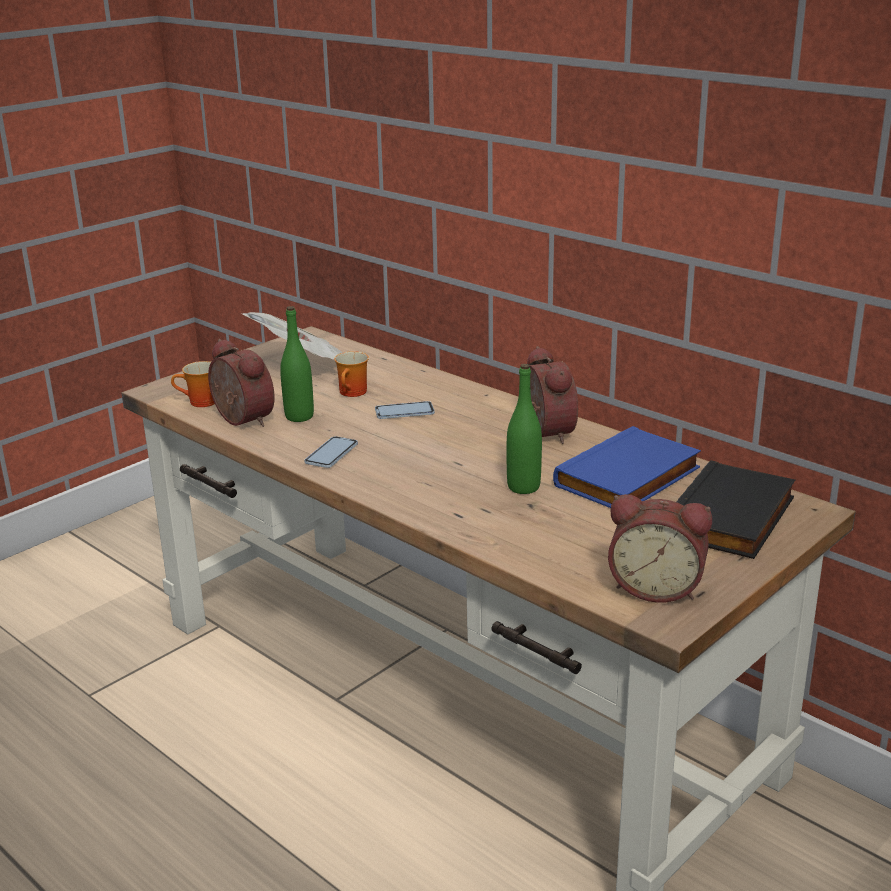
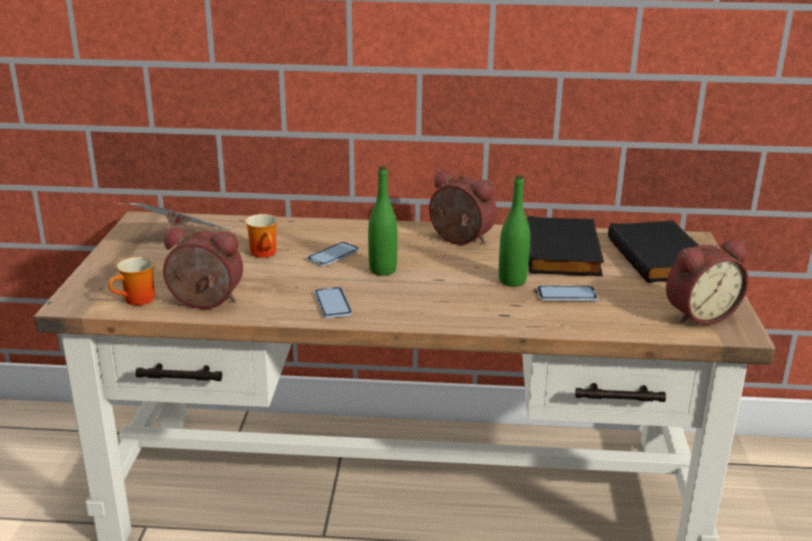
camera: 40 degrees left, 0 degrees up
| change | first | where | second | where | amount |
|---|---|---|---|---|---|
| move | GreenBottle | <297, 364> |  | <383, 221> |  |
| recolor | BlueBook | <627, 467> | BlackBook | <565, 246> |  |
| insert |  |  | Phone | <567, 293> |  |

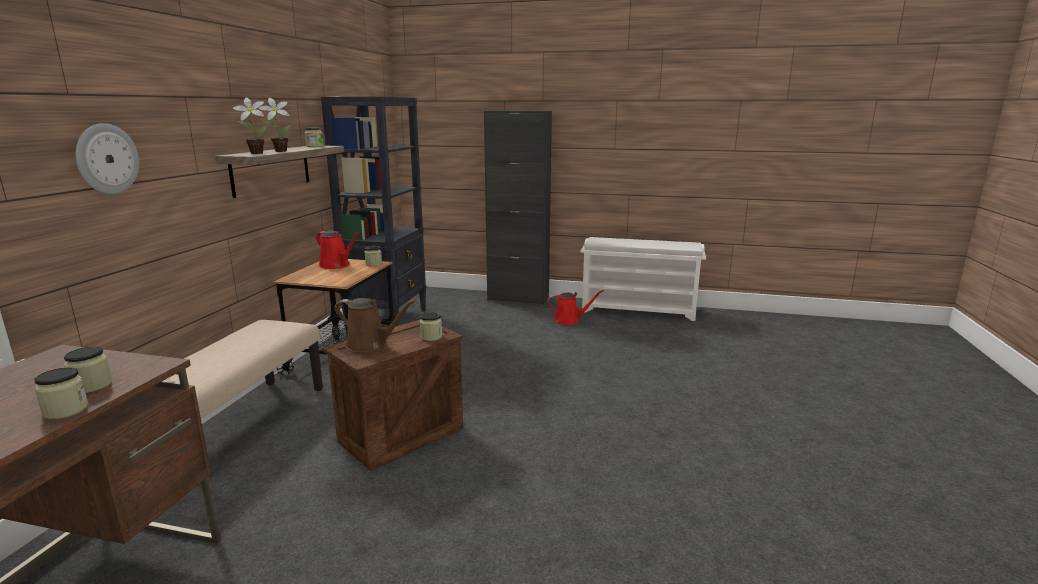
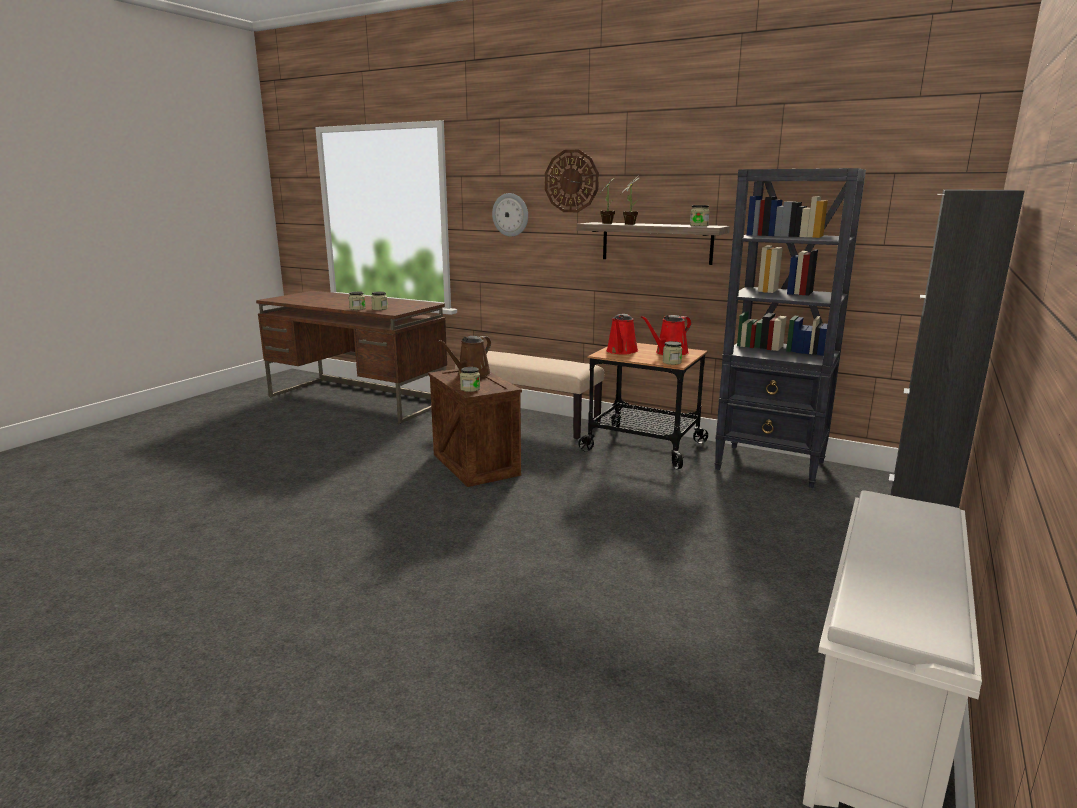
camera: 105 degrees right, 0 degrees up
| change | first | where | second | where | amount |
|---|---|---|---|---|---|
| insert |  |  | WallClock | <572, 181> |  |
| move | RedWateringCan | <576, 307> |  | <622, 334> |  |

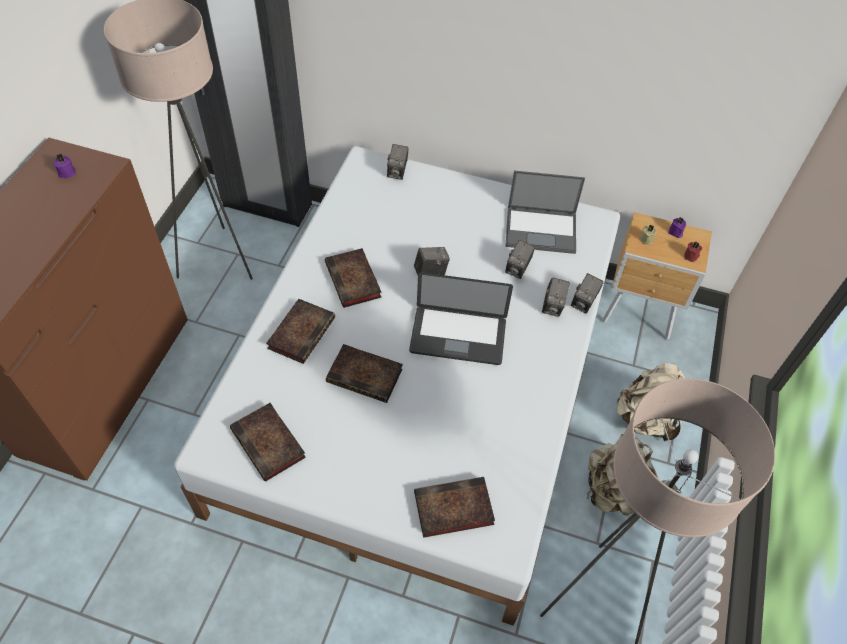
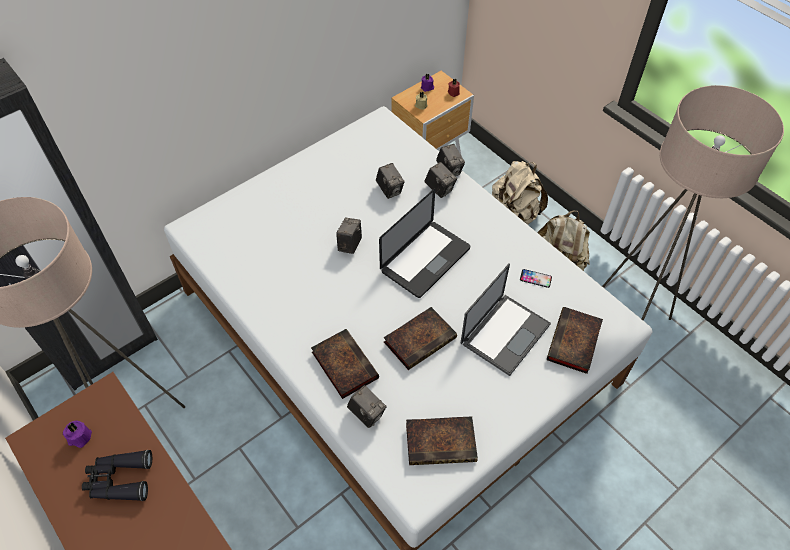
camera: 55 degrees left, 0 degrees up
| change | first | where | second | where | amount |
|---|---|---|---|---|---|
| insert |  |  | BlackBinoculars | <117, 475> |  |
| move | PhotoCamera | <398, 162> |  | <367, 406> |  |
| move | Laptop | <545, 212> |  | <505, 319> |  |
| insert |  |  | Phone | <536, 278> |  |
| delete | Book | <353, 278> |  |  |  |

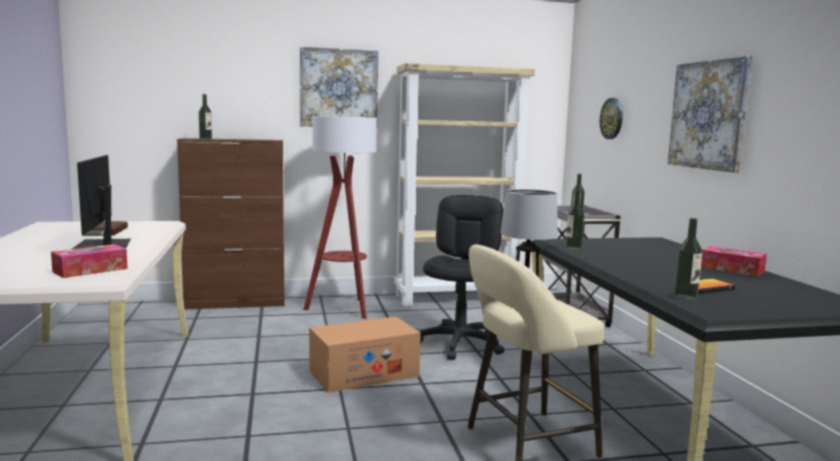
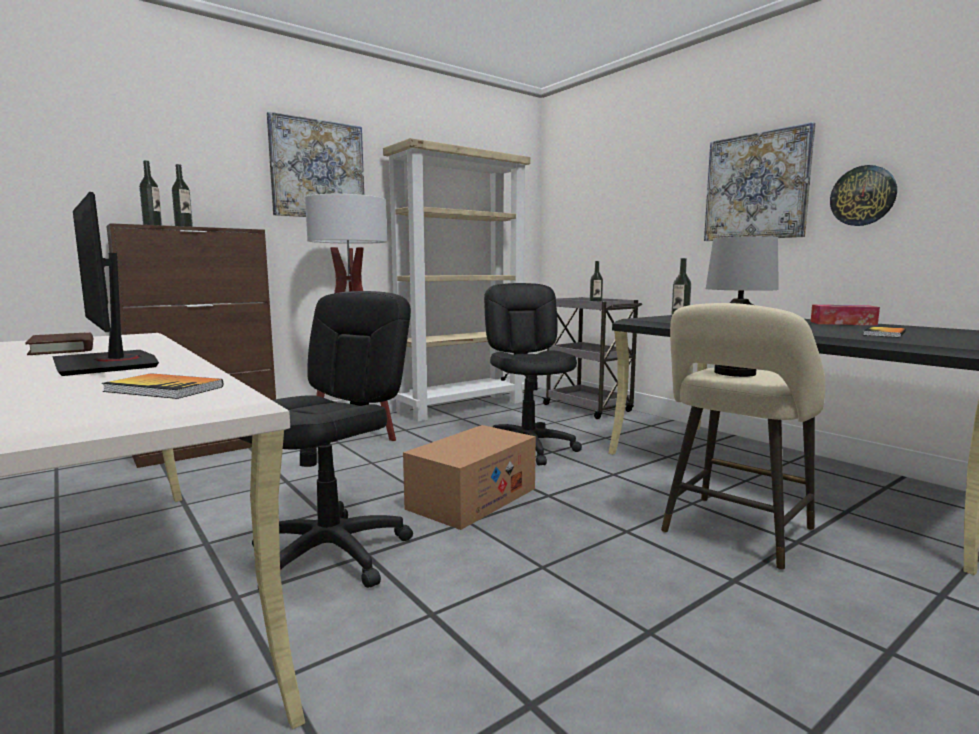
camera: 25 degrees left, 0 degrees up
| change | first | where | second | where | amount |
|---|---|---|---|---|---|
| replace | TissueBox | <89, 261> | Book | <162, 386> |  |
| move | Bottle | <688, 259> |  | <182, 195> |  |
| insert |  |  | BlackOfficeChair | <325, 440> |  |
| move | WallClock | <611, 118> |  | <863, 195> |  |

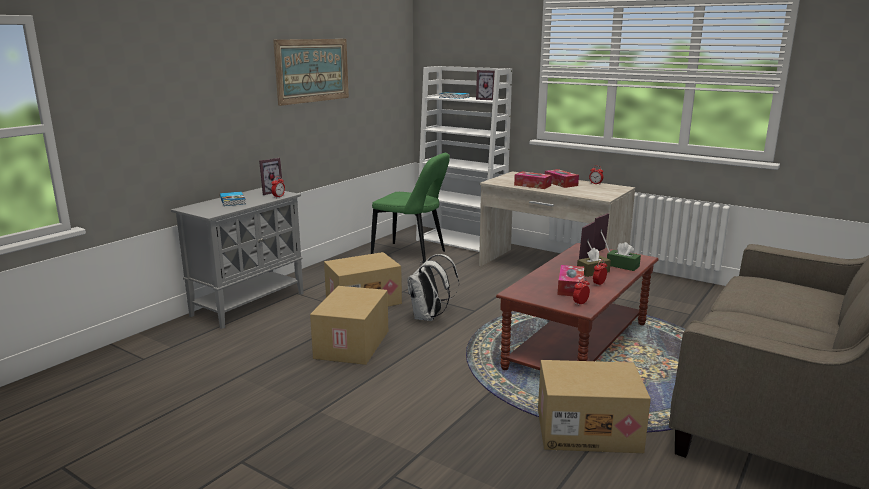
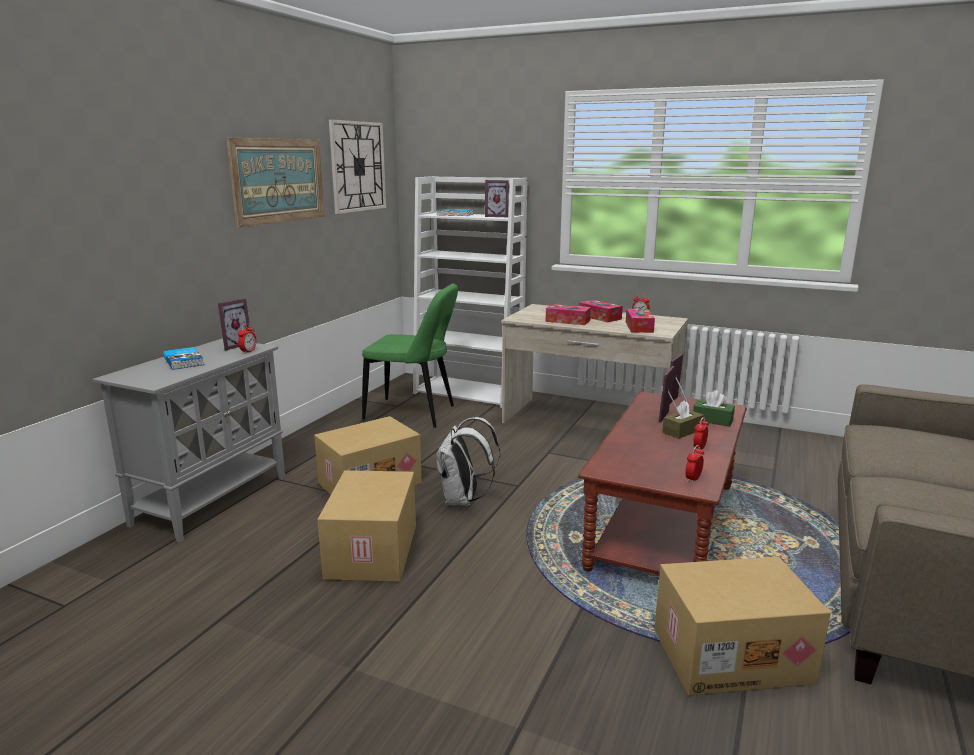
camera: 10 degrees left, 0 degrees up
| change | first | where | second | where | amount |
|---|---|---|---|---|---|
| insert |  |  | WallClock | <357, 166> |  |
| move | TissueBox | <571, 280> |  | <640, 321> |  |

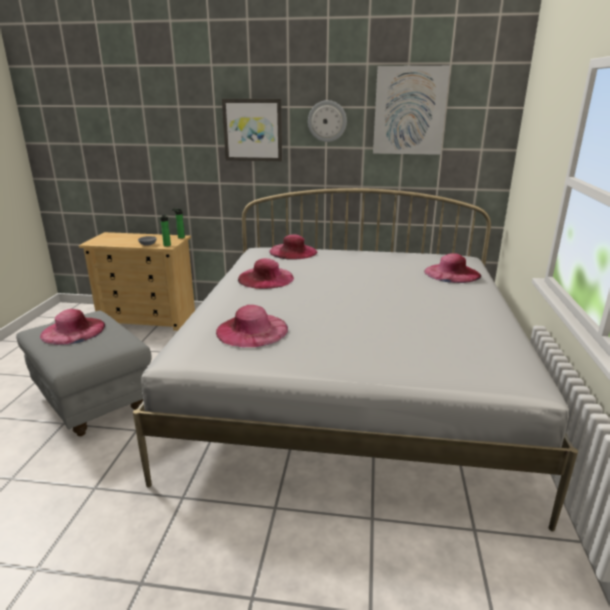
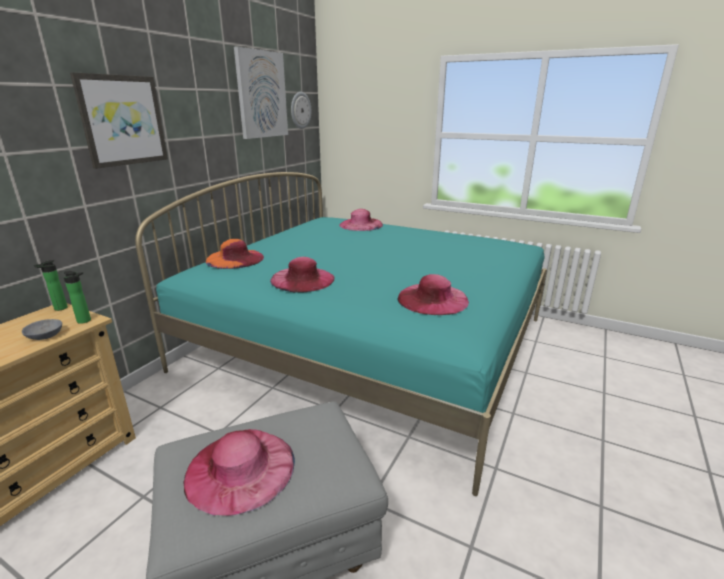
camera: 70 degrees left, 0 degrees up
| change | first | where | second | where | amount |
|---|---|---|---|---|---|
| recolor | WhiteBed | <355, 359> | TurquoiseBed | <341, 334> |  |
| recolor | PinkHat | <293, 247> | OrangeHat | <235, 254> |  |
| move | WallClock | <327, 121> |  | <301, 110> |  |

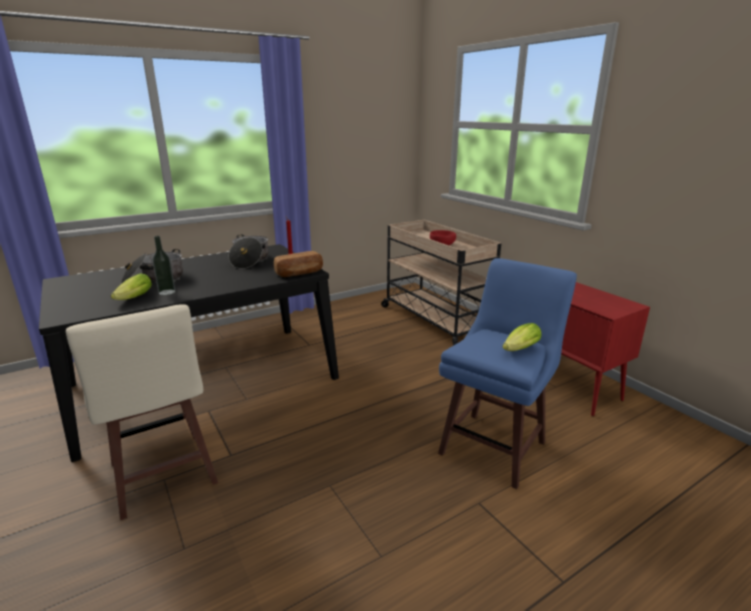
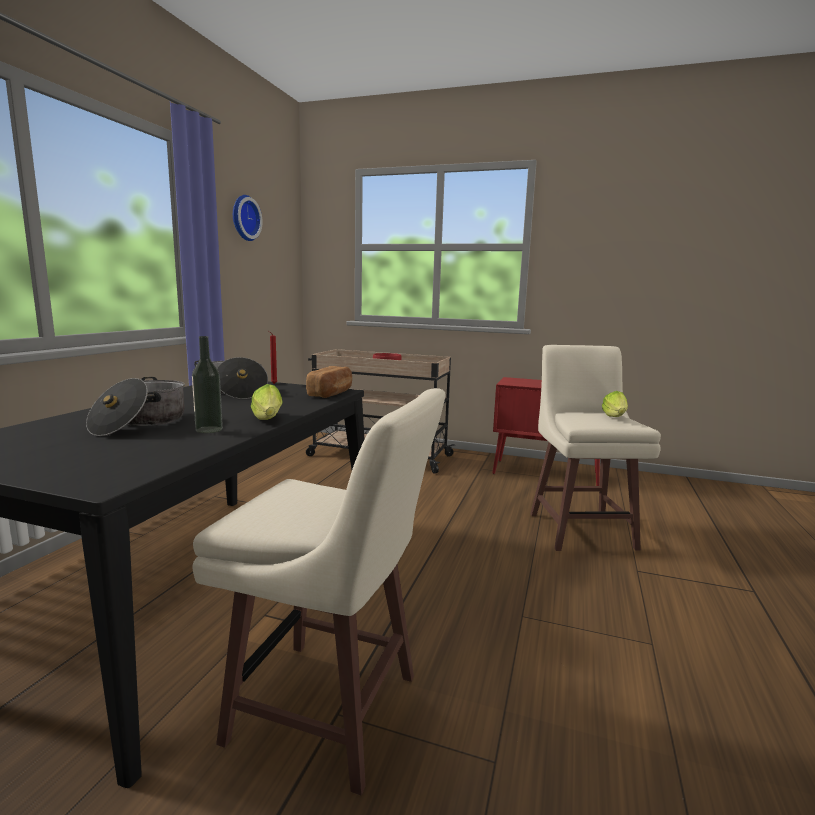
camera: 40 degrees left, 10 degrees down
| change | first | where | second | where | amount |
|---|---|---|---|---|---|
| insert |  |  | WallClock | <248, 218> |  |
| move | Lettuce | <131, 286> |  | <266, 402> |  |
| recolor | BlueStool | <507, 373> | BeigeStool | <595, 448> |  |

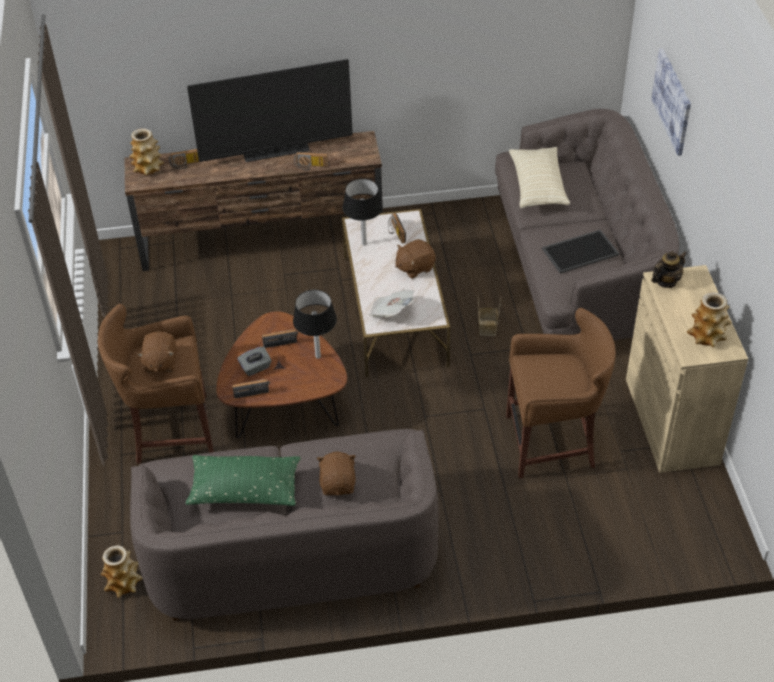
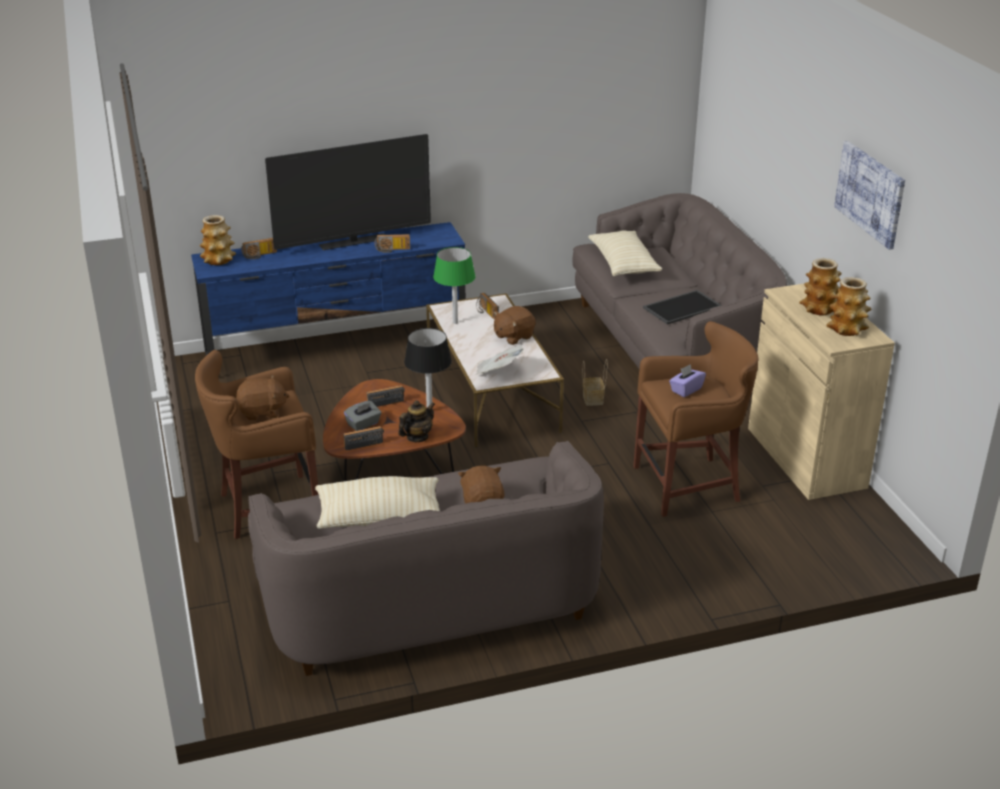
camera: 10 degrees left, 15 degrees down
| change | first | where | second | where | amount |
|---|---|---|---|---|---|
| recolor | BrownTvStand | <254, 201> | BlueTvStand | <328, 289> |  |
| rotate | BrownPlushToy | <156, 352> |  | <263, 398> | 90 degrees counterclockwise |
| recolor | GreenPillow | <243, 480> | BeigePillow | <377, 502> |  |
| move | Teapot | <669, 269> |  | <416, 421> |  |
| recolor | BlackTableLamp | <363, 212> | GreenTableLamp | <454, 285> |  |
| insert |  |  | PurpleTissueBox | <687, 380> |  |
| move | Vase | <122, 571> |  | <820, 287> |  |
| move | Picture | <671, 102> |  | <869, 195> |  |

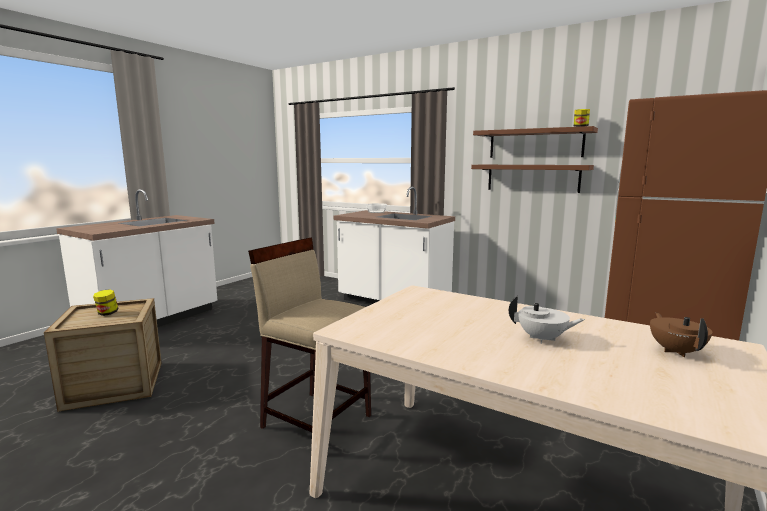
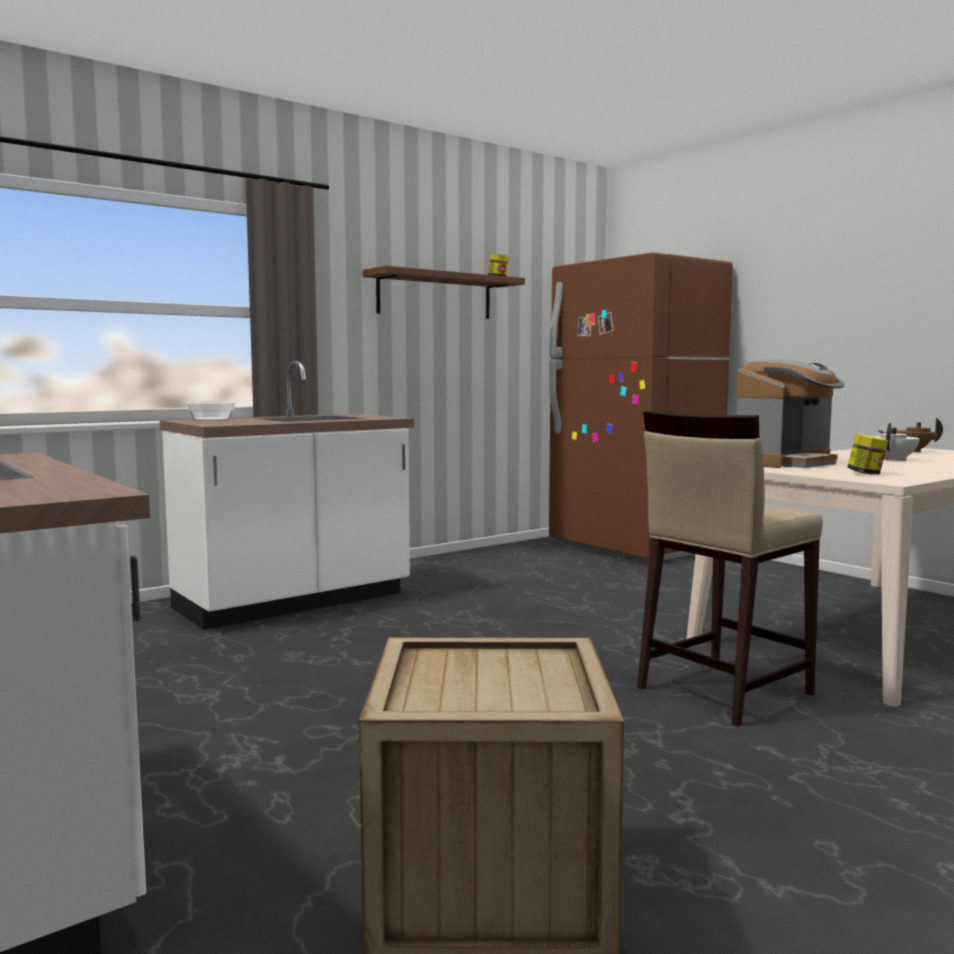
camera: 70 degrees left, 5 degrees down
| change | first | where | second | where | amount |
|---|---|---|---|---|---|
| insert |  |  | CoffeeMachine | <790, 413> |  |
| move | Jar | <105, 302> |  | <867, 454> |  |
| delete | BrownShelf | <532, 179> |  |  |  |

